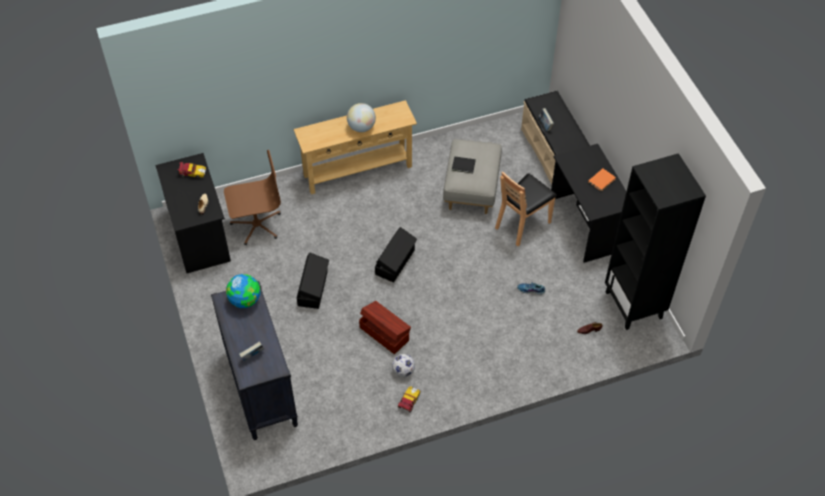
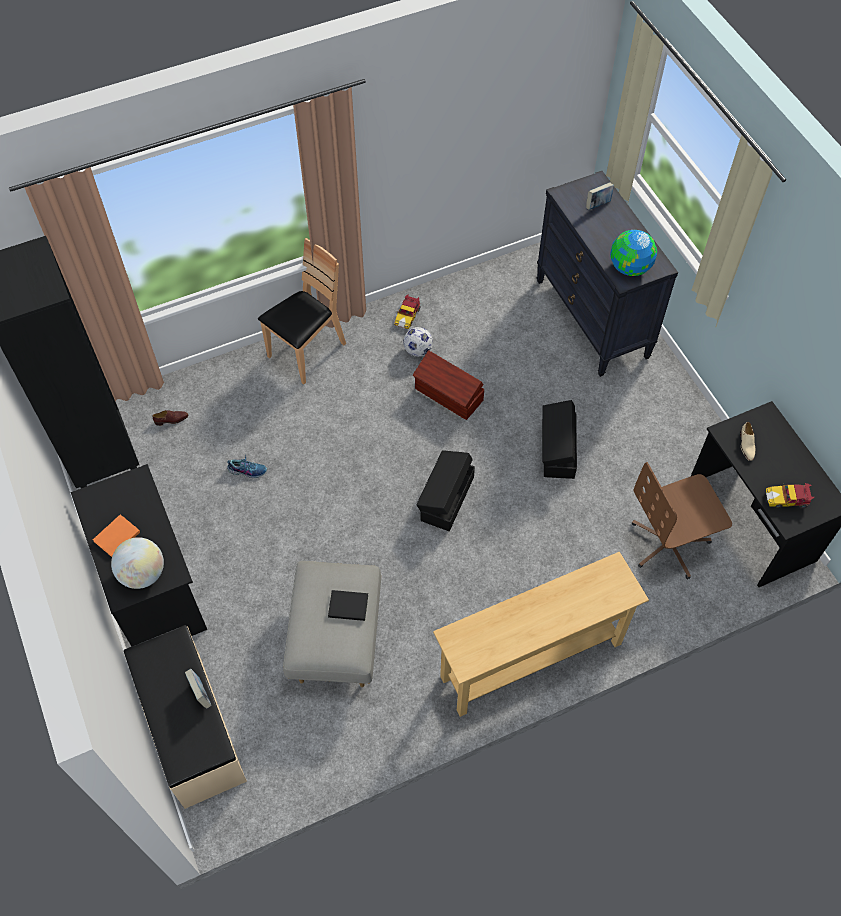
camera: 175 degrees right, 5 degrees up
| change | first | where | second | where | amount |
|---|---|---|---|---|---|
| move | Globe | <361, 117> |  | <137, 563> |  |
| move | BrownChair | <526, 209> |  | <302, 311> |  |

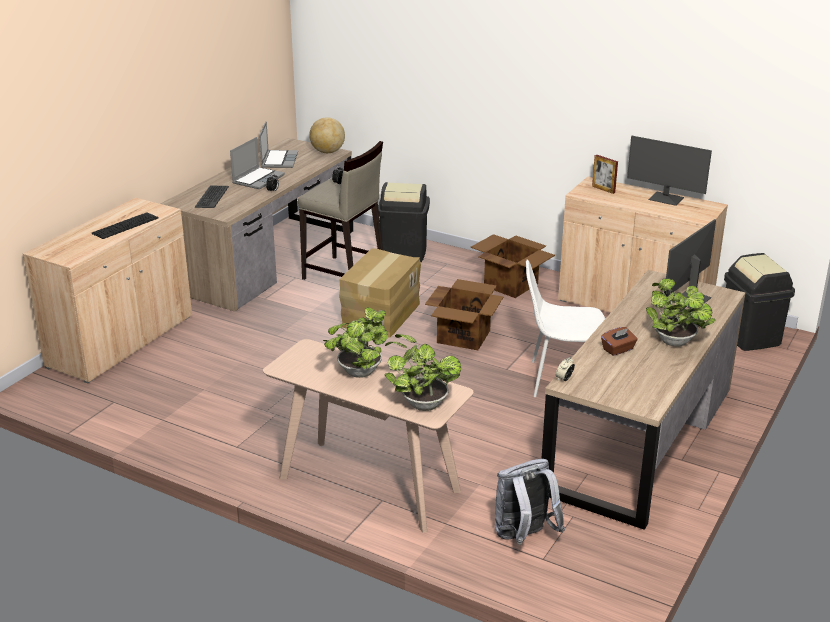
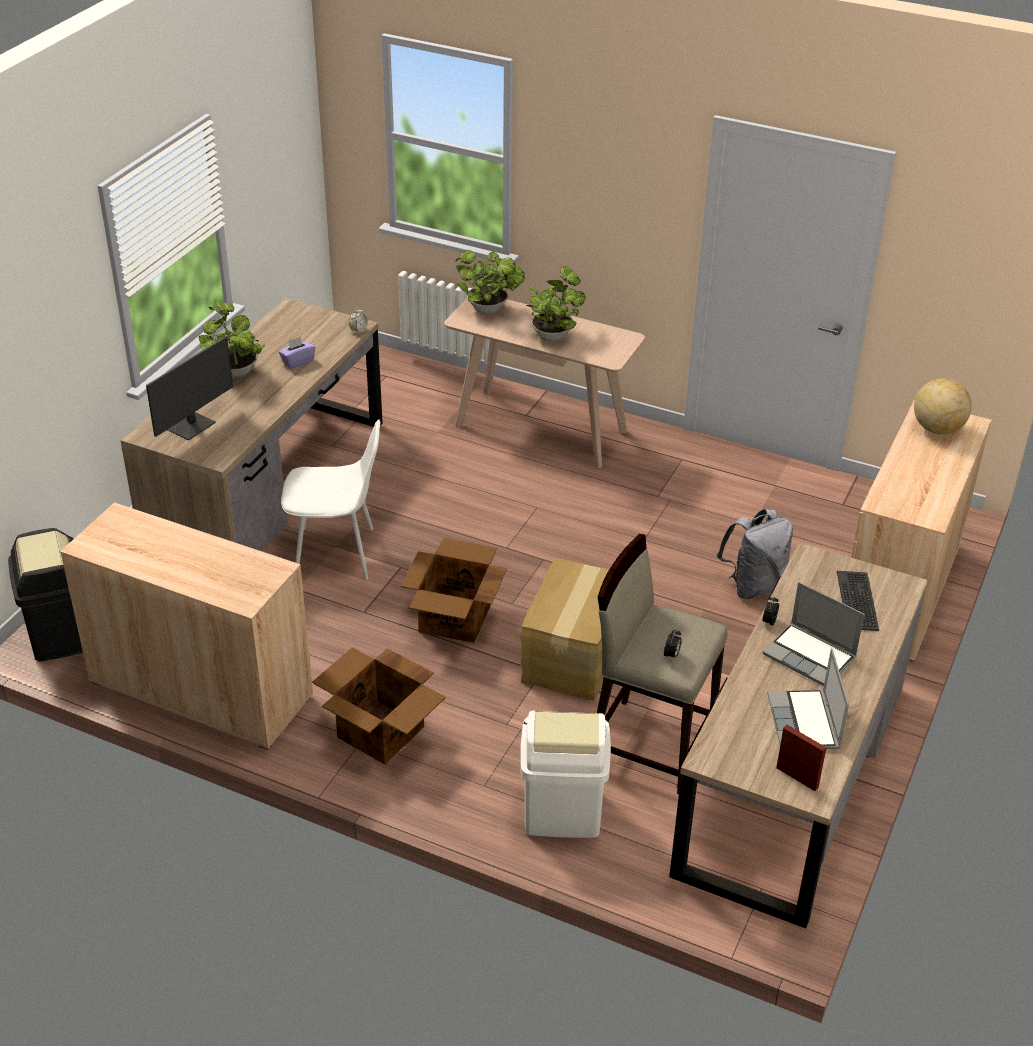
camera: 175 degrees right, 10 degrees up
| change | first | where | second | where | amount |
|---|---|---|---|---|---|
| recolor | BrownTissueBox | <619, 341> | PurpleTissueBox | <296, 353> |  |
| recolor | BlackTrashCan | <404, 222> | WhiteTrashCan | <565, 774> |  |
| move | GreyBackpack | <530, 502> |  | <755, 554> |  |
| rotate | Laptop | <257, 163> |  | <814, 634> | 75 degrees counterclockwise |
| move | PictureFrame | <605, 174> |  | <801, 758> |  |
| move | Globe | <327, 135> |  | <943, 406> |  |
| delete | Keyboard | <125, 225> |  |  |  |
| delete | Monitor | <669, 171> |  |  |  |

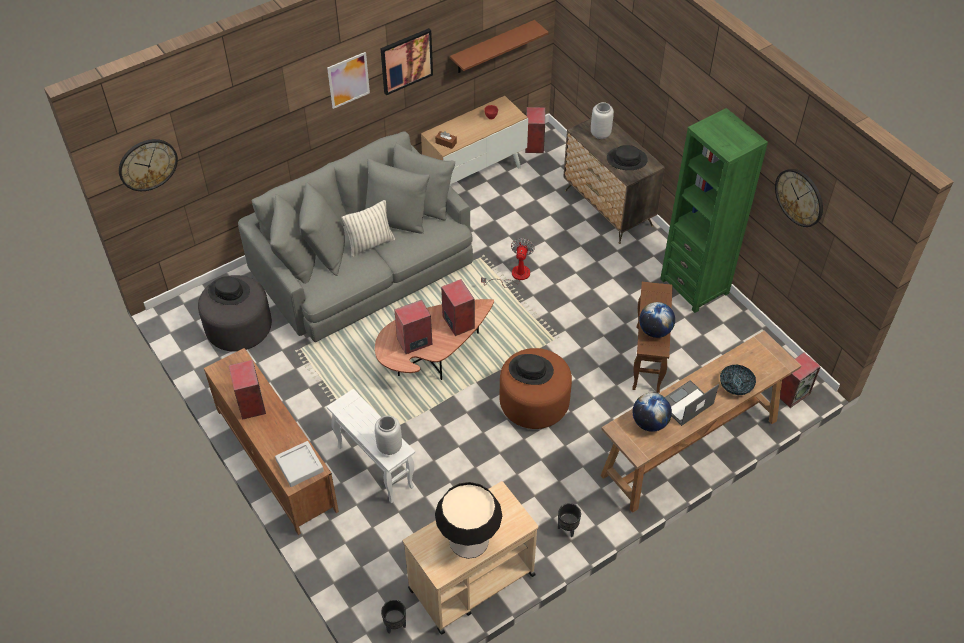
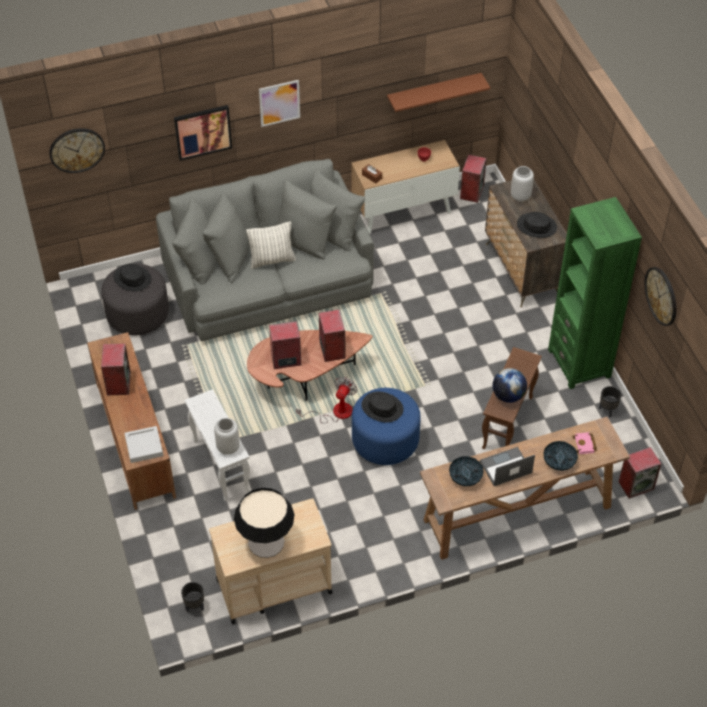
camera: 15 degrees right, 0 degrees up
| change | first | where | second | where | amount |
|---|---|---|---|---|---|
| move | Picture | <406, 61> |  | <203, 133> |  |
| move | Fan | <508, 263> |  | <326, 400> |  |
| recolor | BrownOttoman | <535, 388> | BlueOttoman | <386, 426> |  |
| replace | Globe | <652, 412> | Bowl | <466, 471> |  |
| insert |  |  | PinkBook | <585, 443> |  |
| move | BlackPlanter | <569, 520> |  | <610, 401> |  |

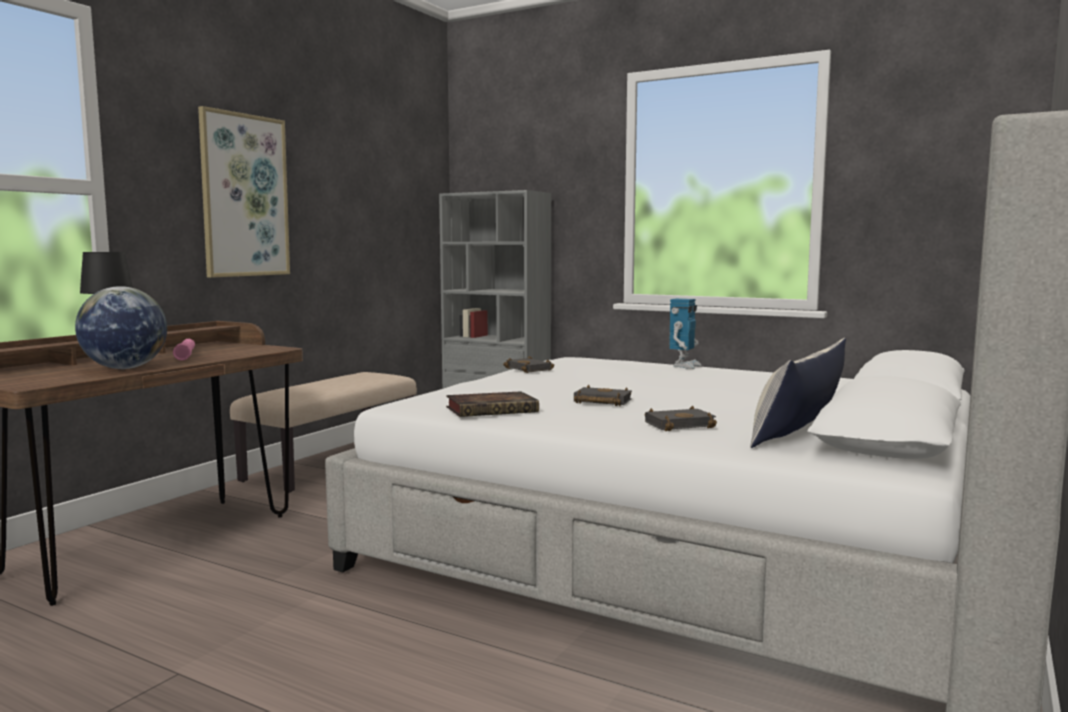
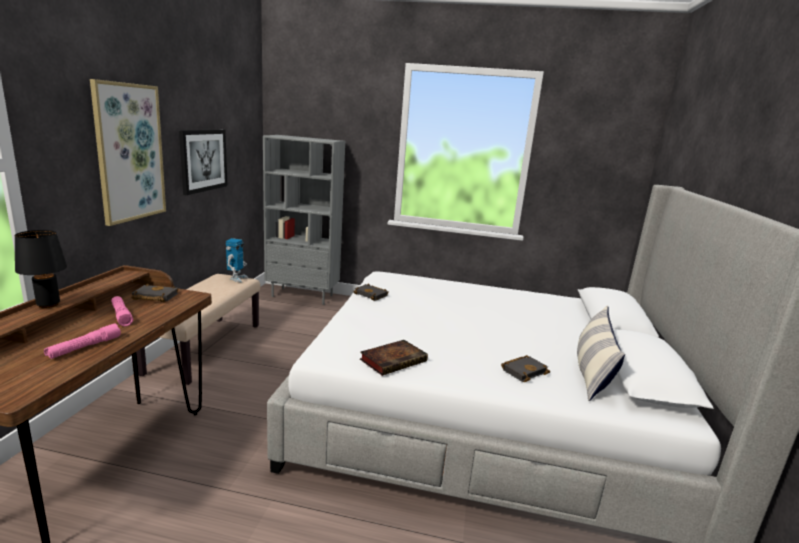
camera: 20 degrees left, 10 degrees up
| change | first | where | second | where | amount |
|---|---|---|---|---|---|
| replace | Globe | <121, 327> | PinkFlashlight | <82, 341> |  |
| move | BlackBook | <603, 395> |  | <155, 293> |  |
| insert |  |  | Picture | <203, 162> |  |
| move | ToyRobot | <685, 333> |  | <237, 260> |  |

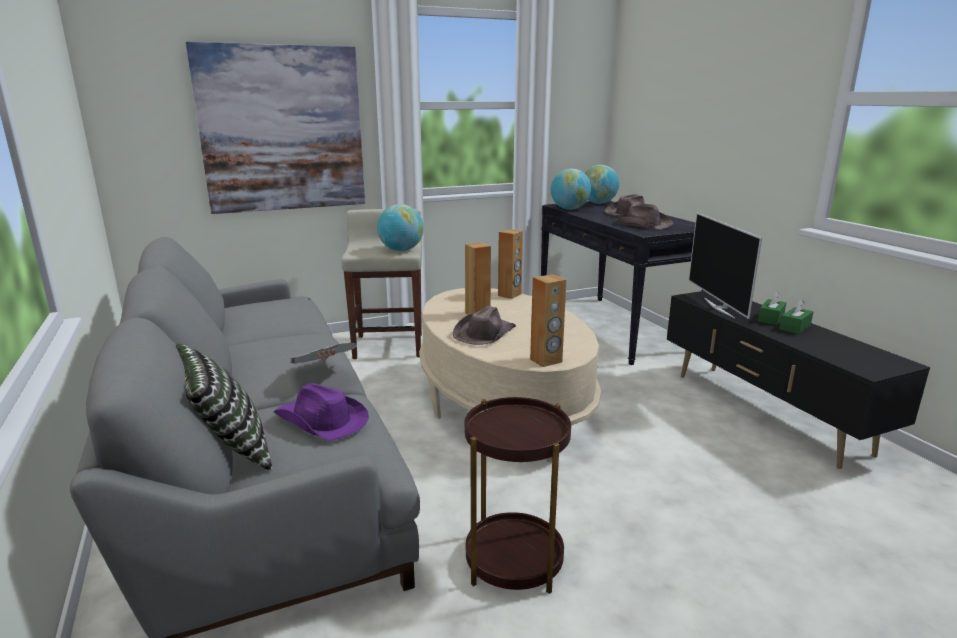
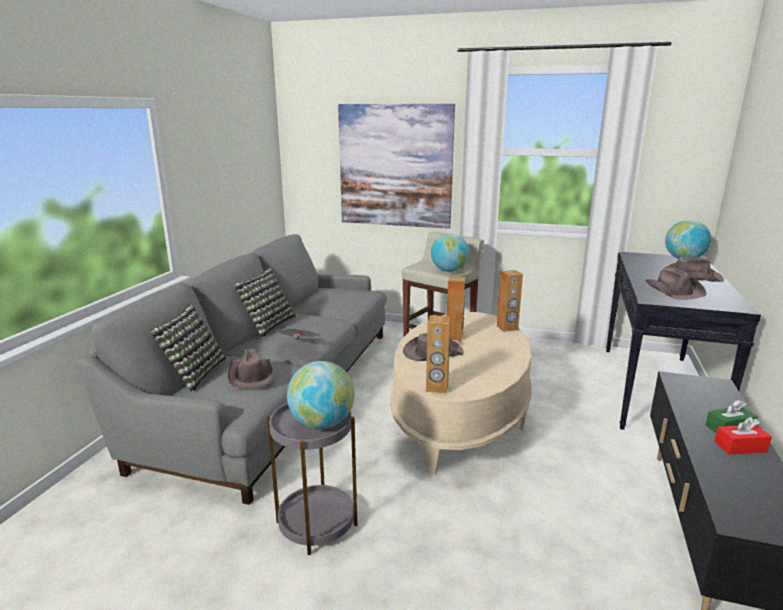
camera: 40 degrees right, 0 degrees up
| change | first | where | second | where | amount |
|---|---|---|---|---|---|
| recolor | PurpleHat | <321, 412> | BrownHat | <250, 368> |  |
| insert |  |  | Pillow | <265, 302> |  |
| recolor | BrownSideTable | <518, 495> | GreySideTable | <312, 479> |  |
| move | Globe | <571, 189> |  | <321, 395> |  |
| recolor | GreenTissueBox | <796, 316> | RedTissueBox | <743, 435> |  |
| delete | Television | <725, 266> |  |  |  |

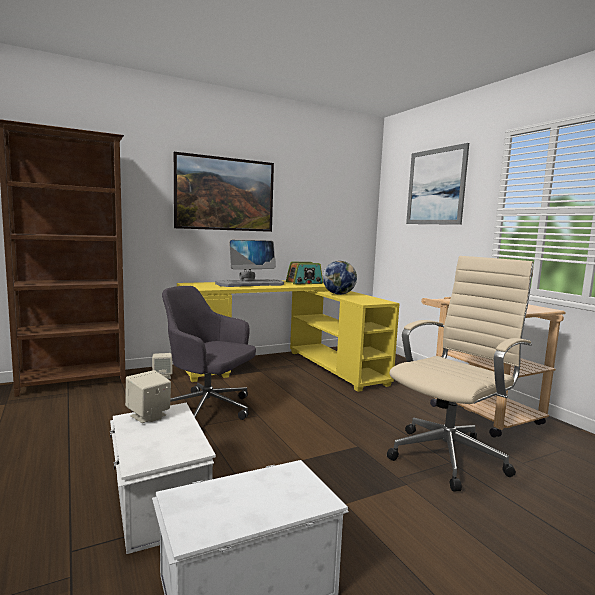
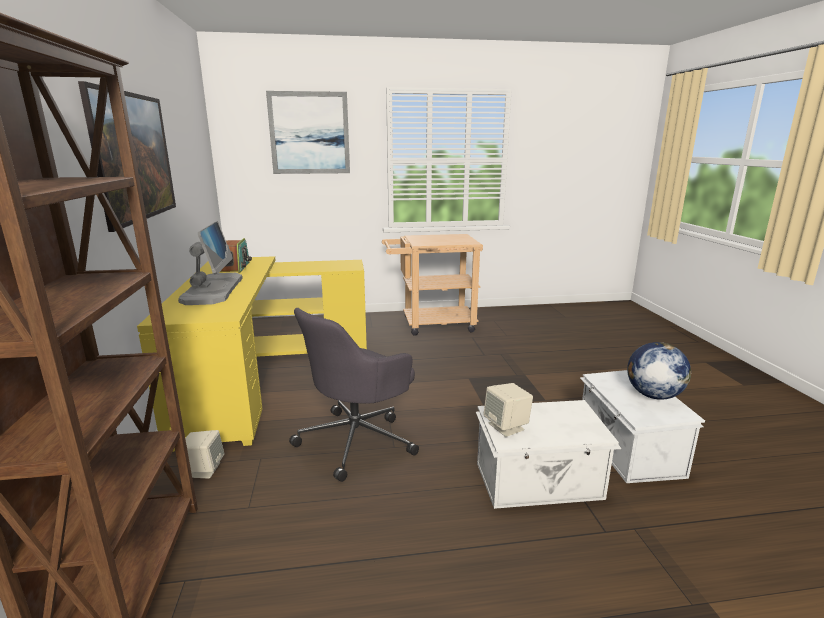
camera: 70 degrees left, 10 degrees up
| change | first | where | second | where | amount |
|---|---|---|---|---|---|
| move | Globe | <340, 278> |  | <659, 371> |  |
| delete | BeigeOfficeChair | <460, 373> |  |  |  |

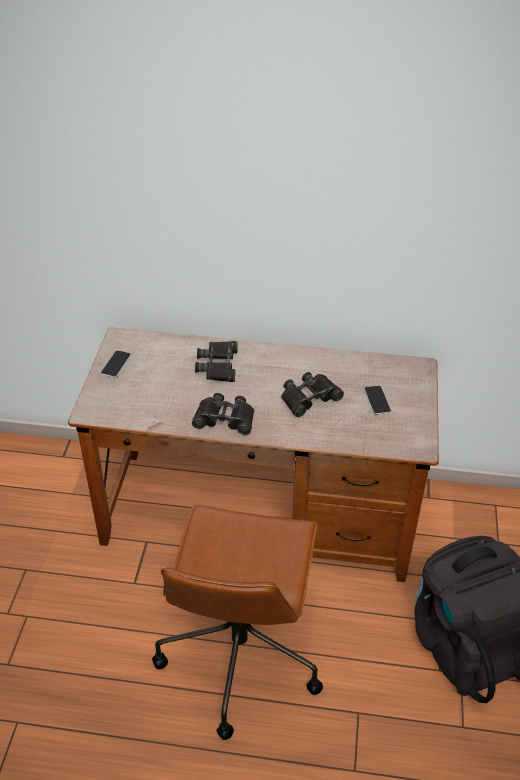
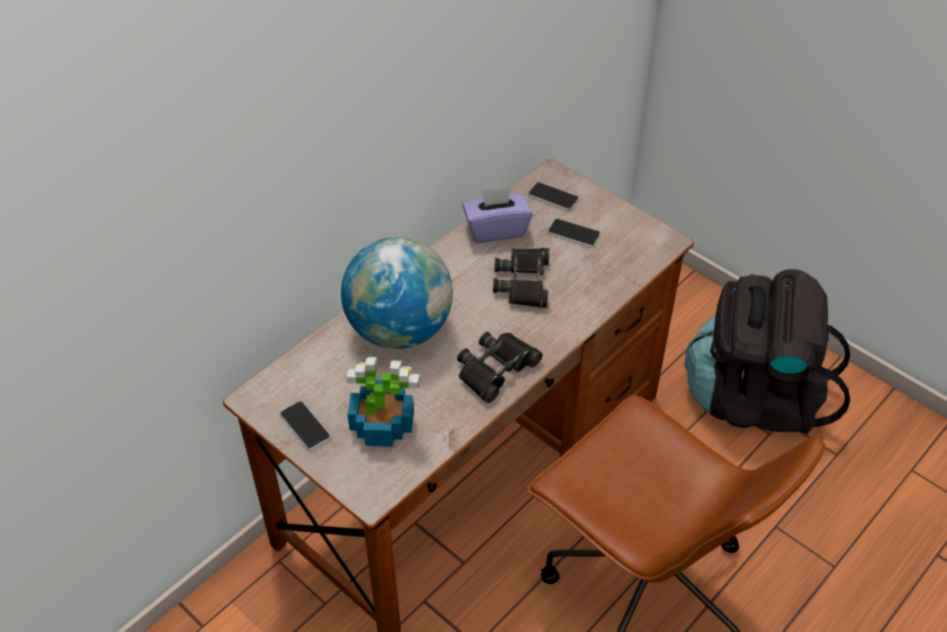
camera: 55 degrees left, 5 degrees up
| change | first | where | second | where | amount |
|---|---|---|---|---|---|
| replace | BlackBinoculars | <216, 361> | Globe | <397, 293> |  |
| insert |  |  | PottedPlant | <383, 402> |  |
| insert |  |  | PurpleTissueBox | <497, 215> |  |
| insert |  |  | Phone | <553, 196> |  |

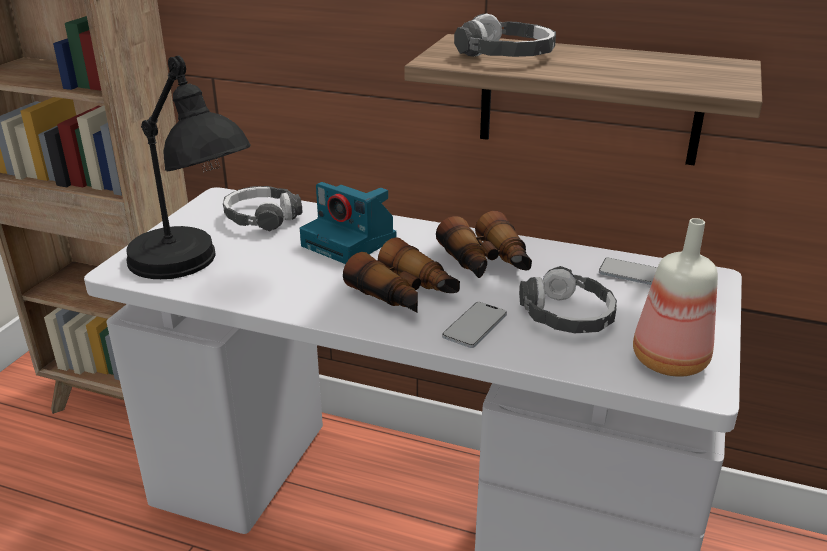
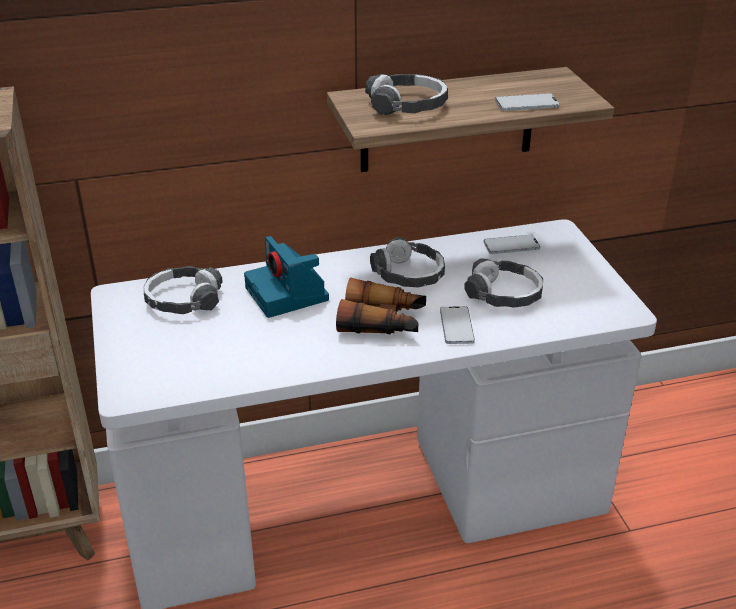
camera: 35 degrees left, 5 degrees up
| change | first | where | second | where | amount |
|---|---|---|---|---|---|
| rotate | PhotoCamera | <348, 223> |  | <286, 277> | 60 degrees clockwise |
| replace | Binoculars | <484, 244> | Headphones | <407, 262> |  |
| insert |  |  | Phone | <527, 102> |  |
| delete | BlackTableLamp | <188, 167> |  |  |  |
| delete | Bottle | <675, 297> |  |  |  |

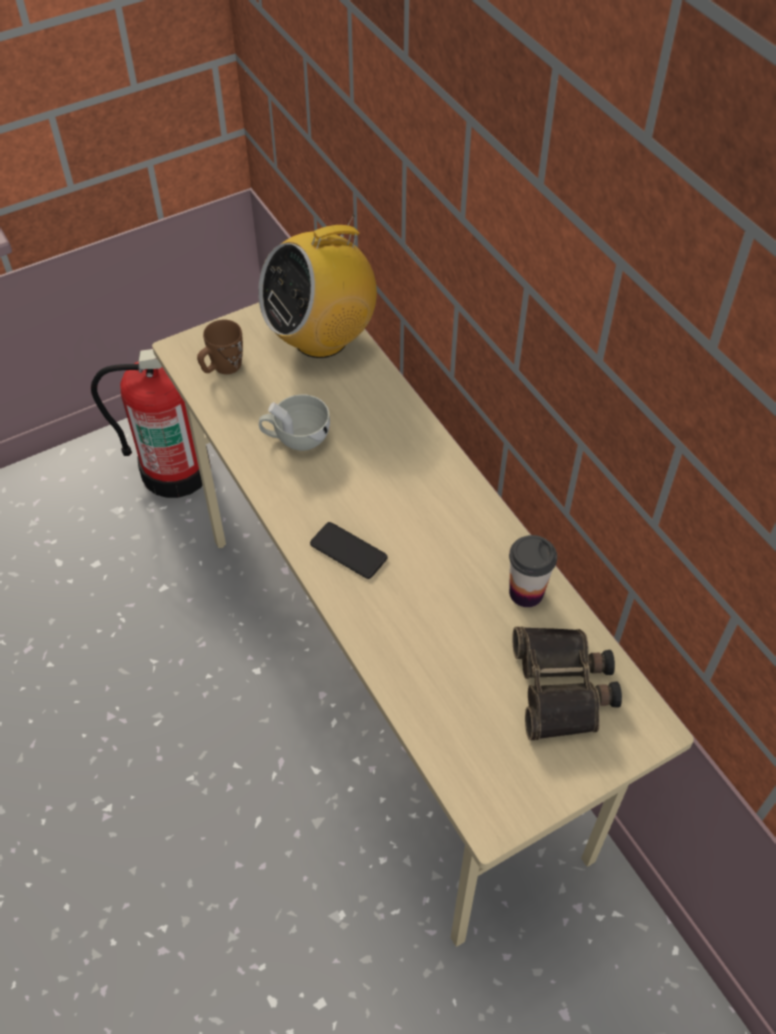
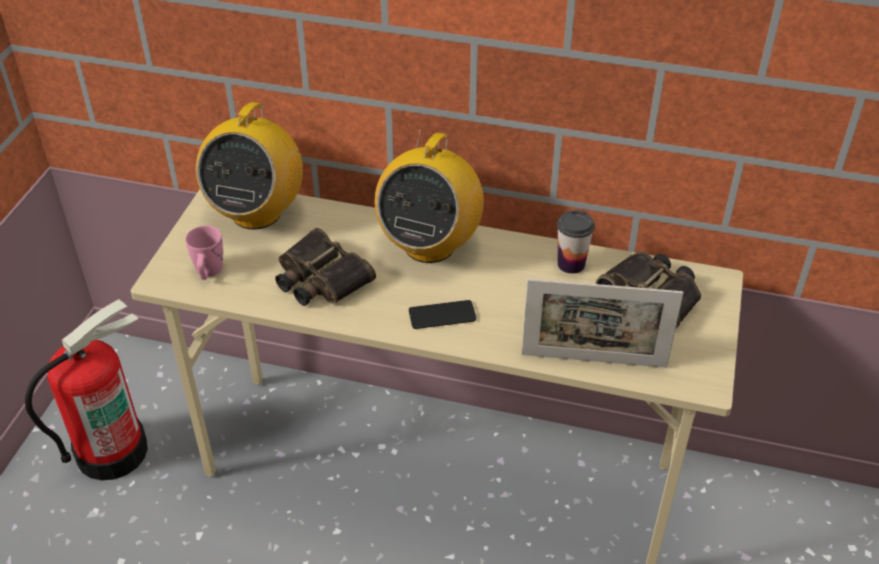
camera: 45 degrees left, 10 degrees down
| change | first | where | second | where | amount |
|---|---|---|---|---|---|
| recolor | BrownMug | <220, 347> | PinkMug | <204, 253> |  |
| replace | WhiteCup | <294, 422> | Binoculars | <325, 267> |  |
| insert |  |  | Radio | <429, 195> |  |
| insert |  |  | PictureFrame | <602, 323> |  |

